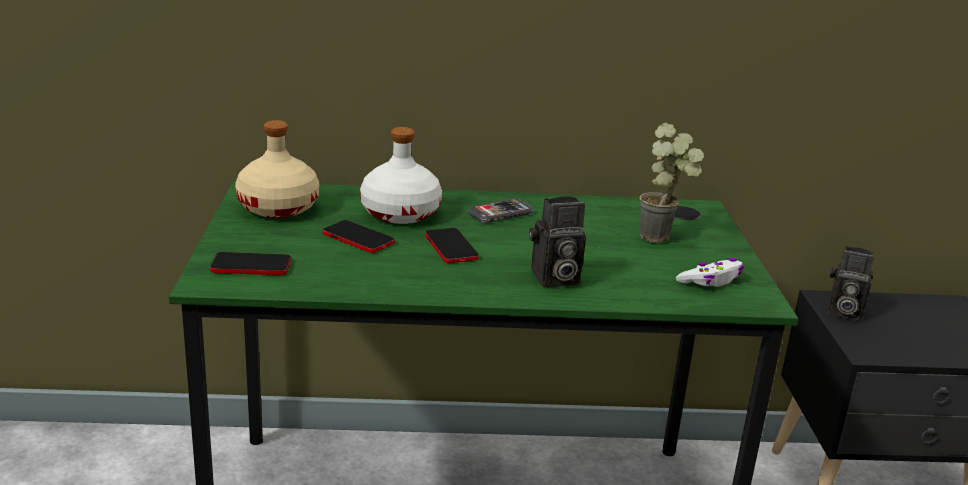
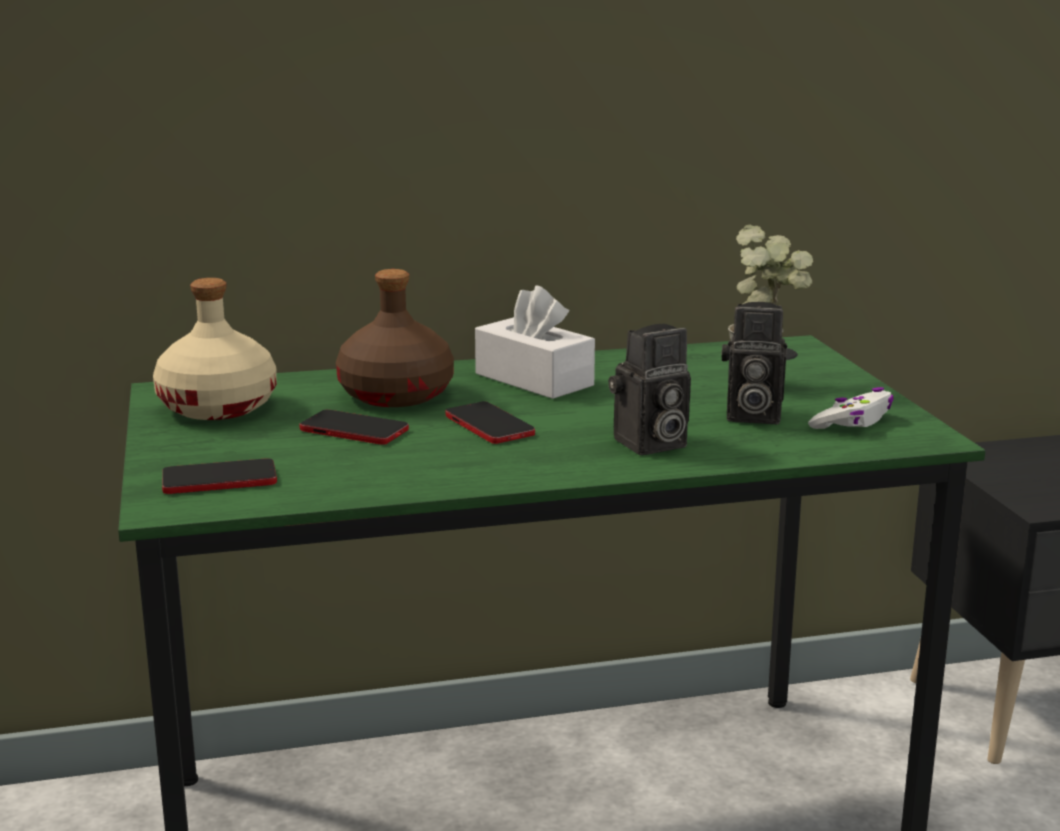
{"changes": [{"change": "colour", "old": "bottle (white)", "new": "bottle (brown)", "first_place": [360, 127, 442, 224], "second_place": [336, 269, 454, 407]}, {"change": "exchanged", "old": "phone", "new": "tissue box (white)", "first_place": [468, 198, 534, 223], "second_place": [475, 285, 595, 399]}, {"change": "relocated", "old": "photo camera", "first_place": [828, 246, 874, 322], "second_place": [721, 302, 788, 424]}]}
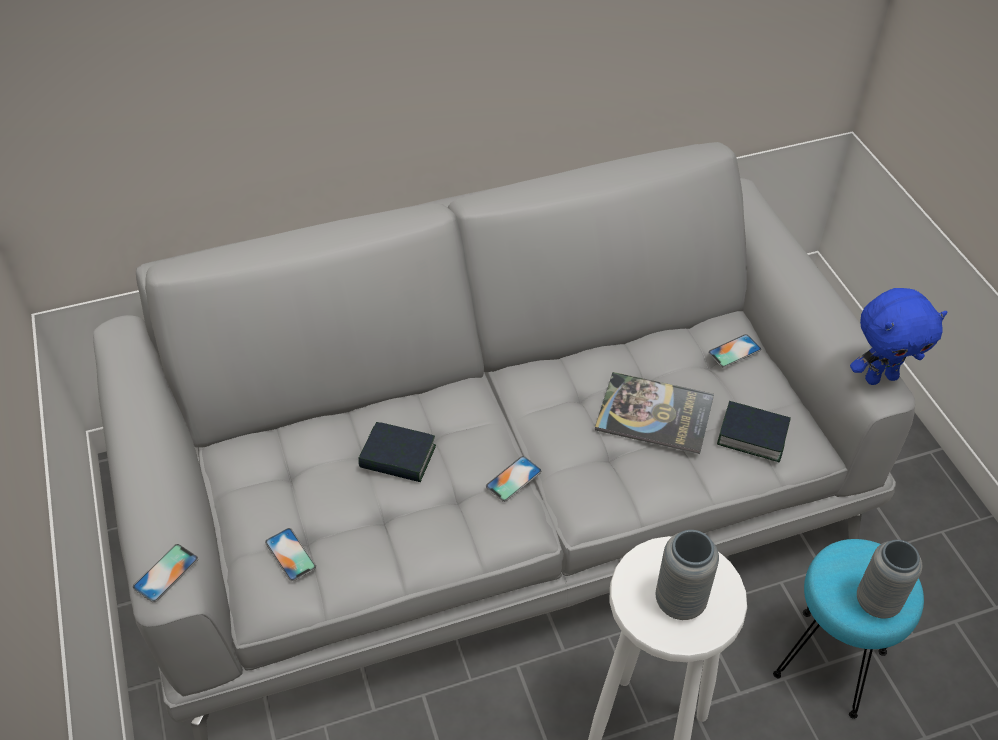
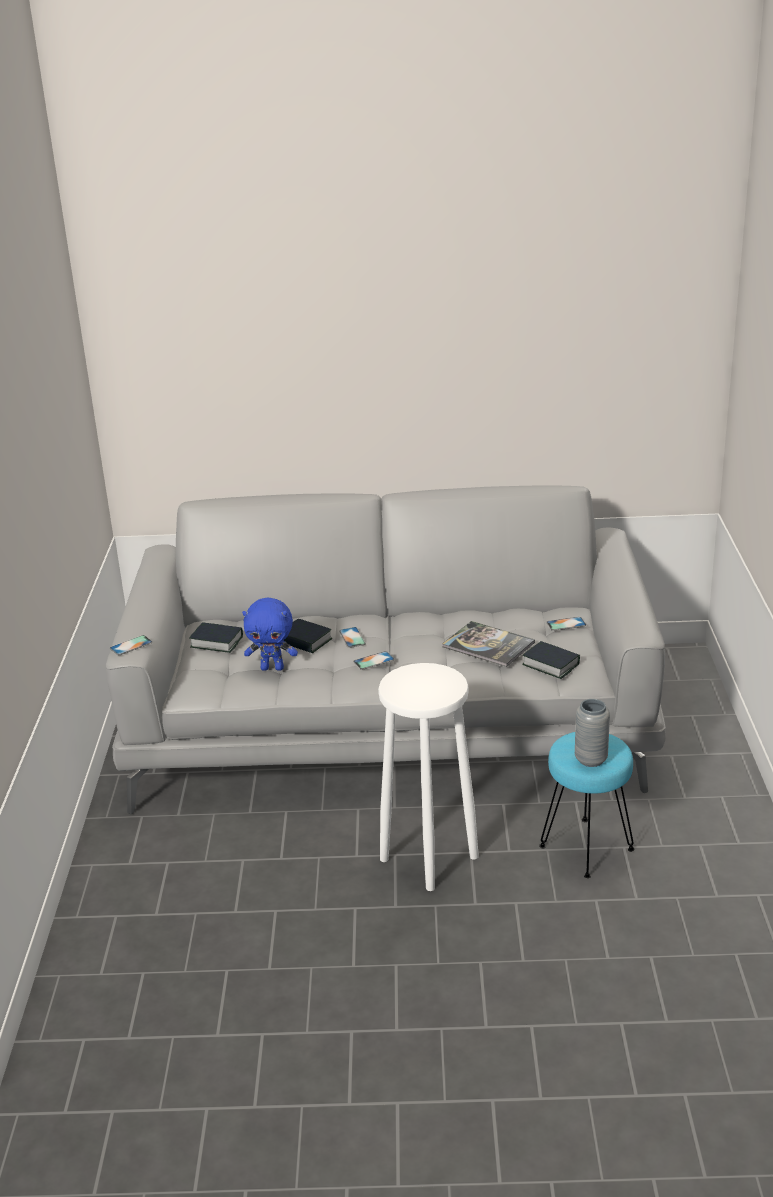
{"changes": [{"change": "appeared", "new": "book", "second_place": [189, 622, 243, 653]}, {"change": "relocated", "old": "plush toy (blue)", "first_place": [850, 288, 948, 385], "second_place": [242, 598, 298, 671]}, {"change": "relocated", "old": "phone", "first_place": [265, 528, 316, 581], "second_place": [339, 627, 366, 648]}, {"change": "missing", "old": "vase (grey)", "first_place": [655, 530, 719, 620]}]}
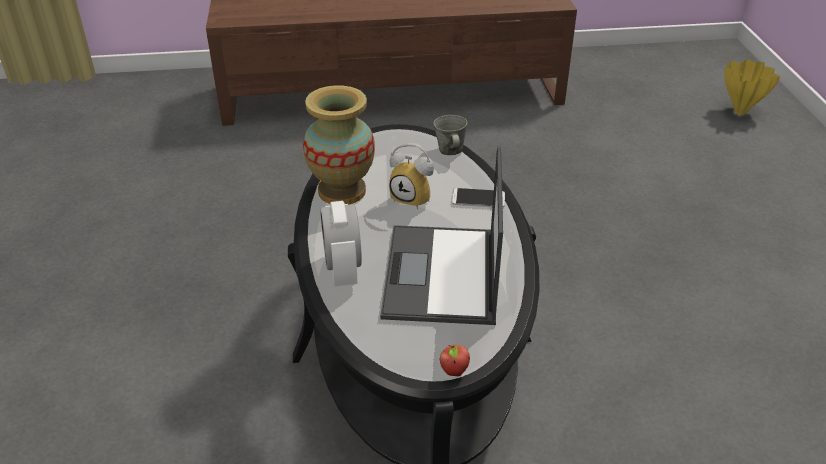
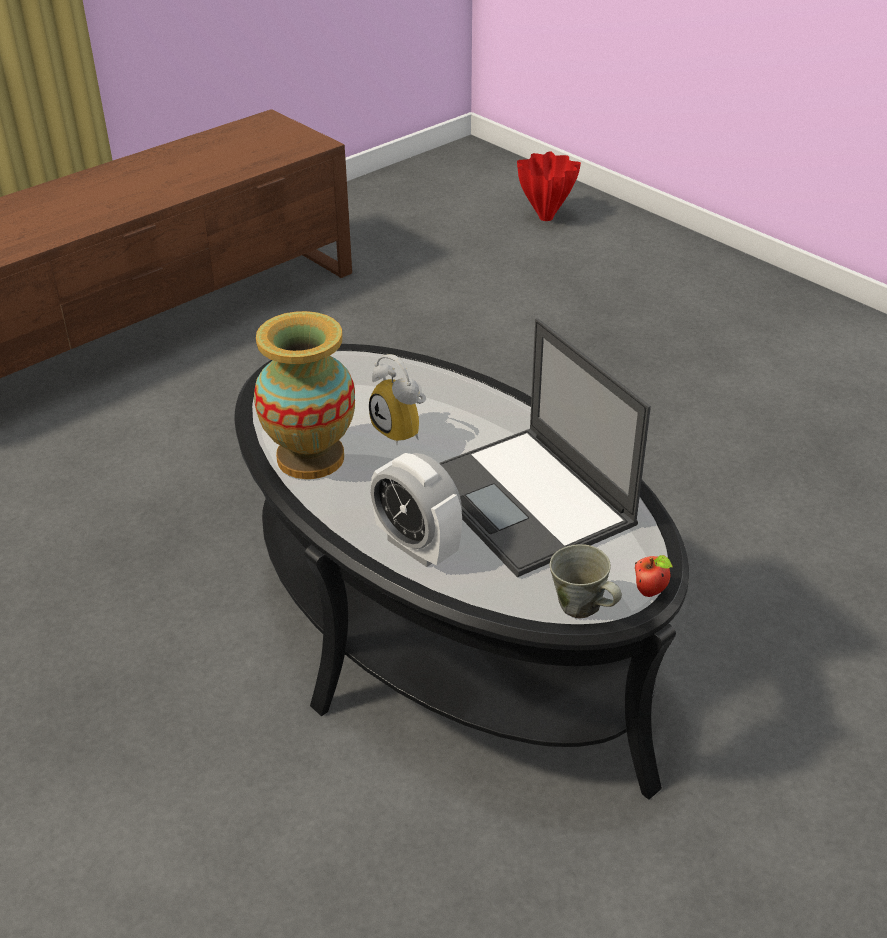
{"changes": [{"change": "spun", "old": "alarm clock", "first_place": [389, 143, 434, 209], "second_place": [369, 354, 426, 445], "degrees": 60}, {"change": "colour", "old": "vase (yellow)", "new": "vase (red)", "first_place": [724, 60, 780, 115], "second_place": [517, 151, 581, 221]}, {"change": "relocated", "old": "mug (grey)", "first_place": [433, 115, 467, 155], "second_place": [550, 544, 622, 618]}, {"change": "missing", "old": "phone", "first_place": [452, 188, 505, 207]}]}
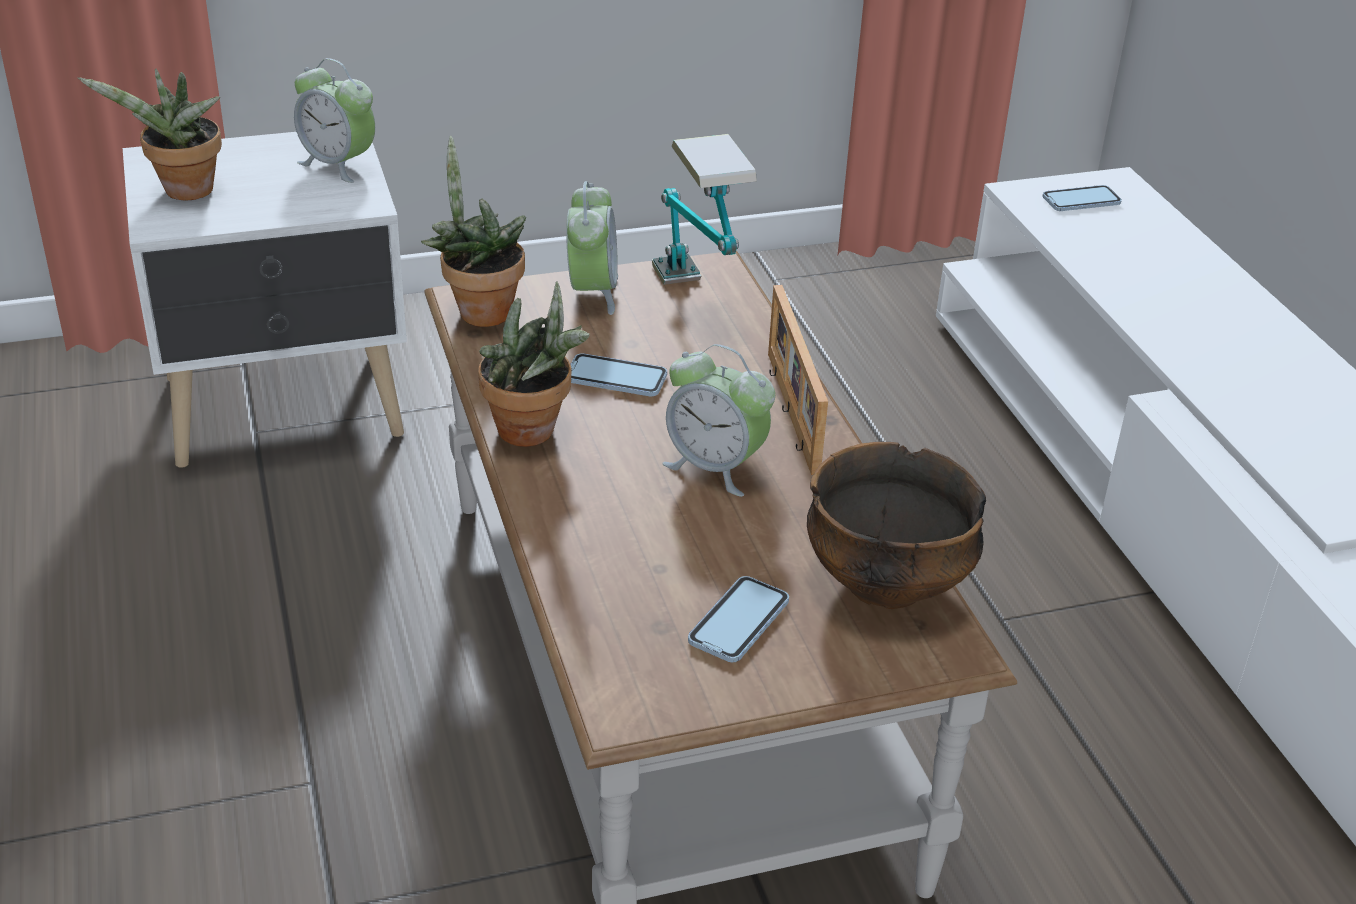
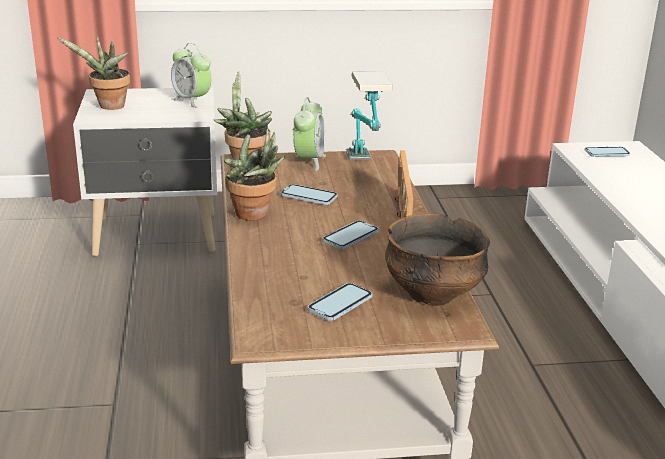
{"changes": [{"change": "exchanged", "old": "alarm clock", "new": "phone", "first_place": [662, 344, 775, 497], "second_place": [322, 220, 379, 249]}]}
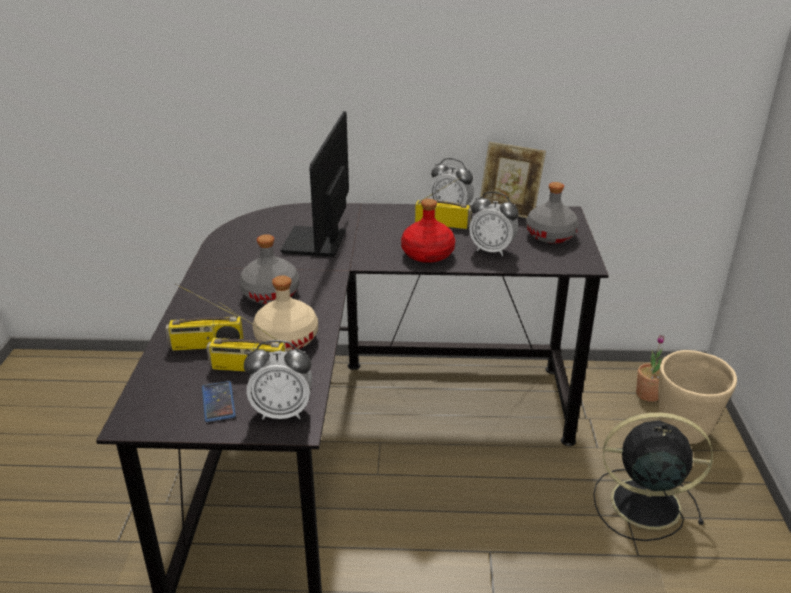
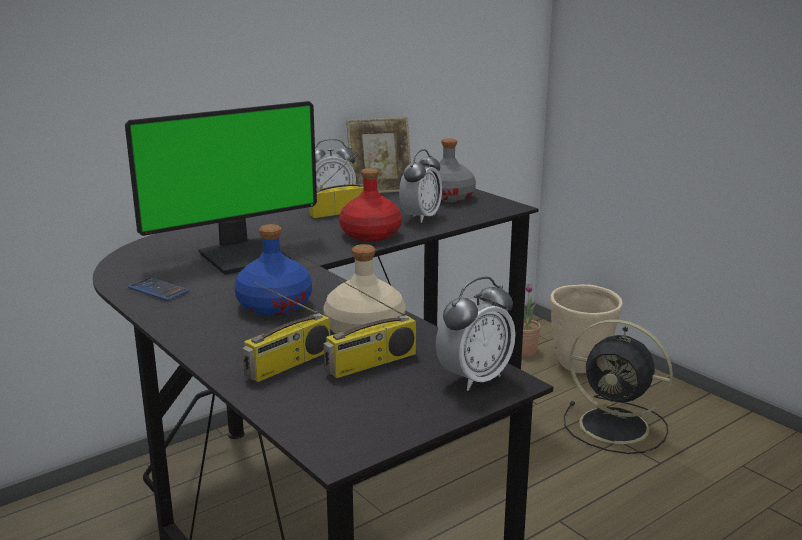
{"changes": [{"change": "spun", "old": "monitor", "first_place": [280, 111, 349, 257], "second_place": [125, 101, 317, 275], "degrees": -90}, {"change": "relocated", "old": "phone", "first_place": [202, 381, 236, 422], "second_place": [128, 277, 189, 301]}, {"change": "colour", "old": "bottle (grey)", "new": "bottle (blue)", "first_place": [239, 234, 299, 304], "second_place": [234, 224, 312, 315]}, {"change": "spun", "old": "alarm clock", "first_place": [469, 192, 519, 256], "second_place": [399, 149, 442, 223], "degrees": -45}, {"change": "spun", "old": "fan (black)", "first_place": [593, 412, 713, 541], "second_place": [564, 319, 673, 454], "degrees": -120}]}
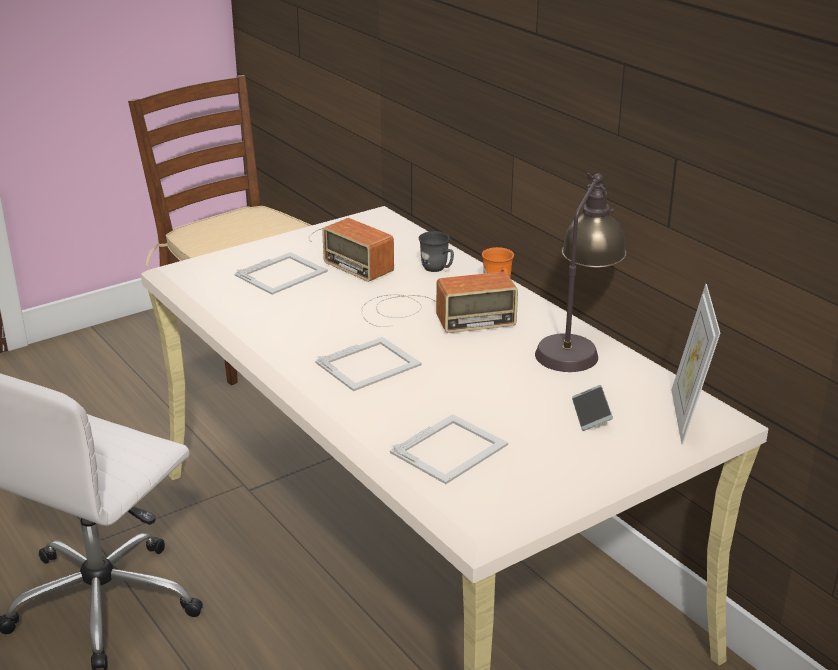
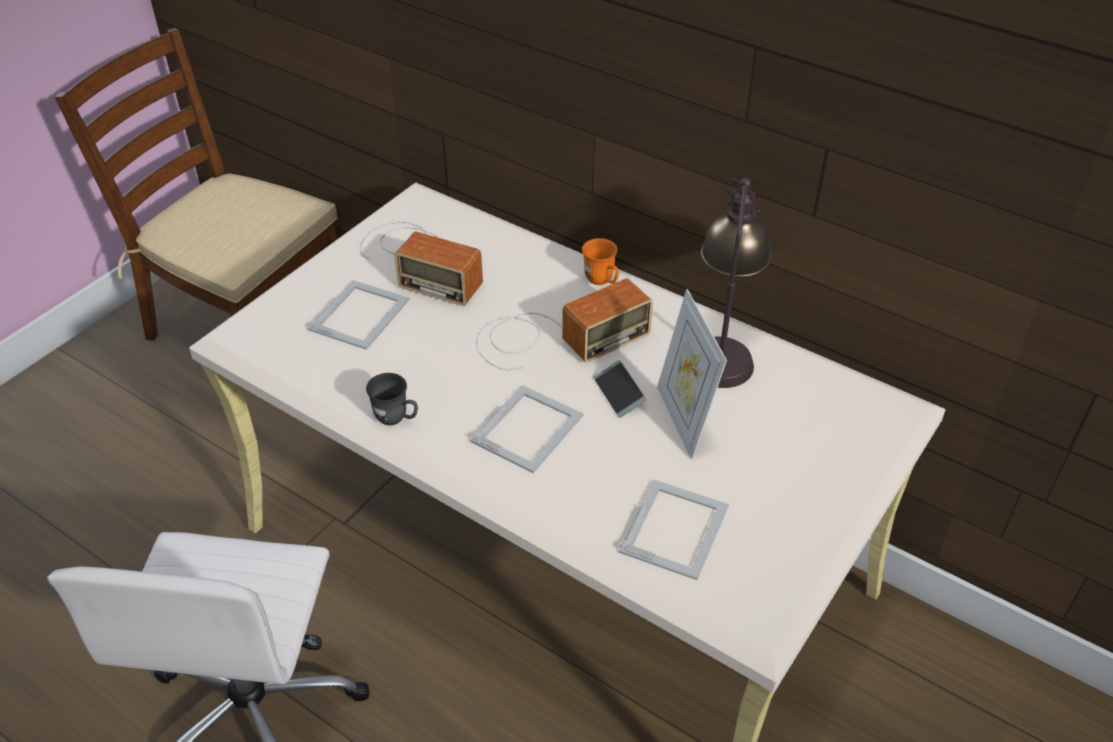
{"changes": [{"change": "relocated", "old": "mug (grey)", "first_place": [419, 231, 454, 272], "second_place": [366, 373, 418, 425]}, {"change": "relocated", "old": "phone", "first_place": [572, 385, 613, 431], "second_place": [594, 360, 646, 418]}, {"change": "relocated", "old": "picture frame", "first_place": [671, 284, 720, 445], "second_place": [657, 289, 727, 460]}]}
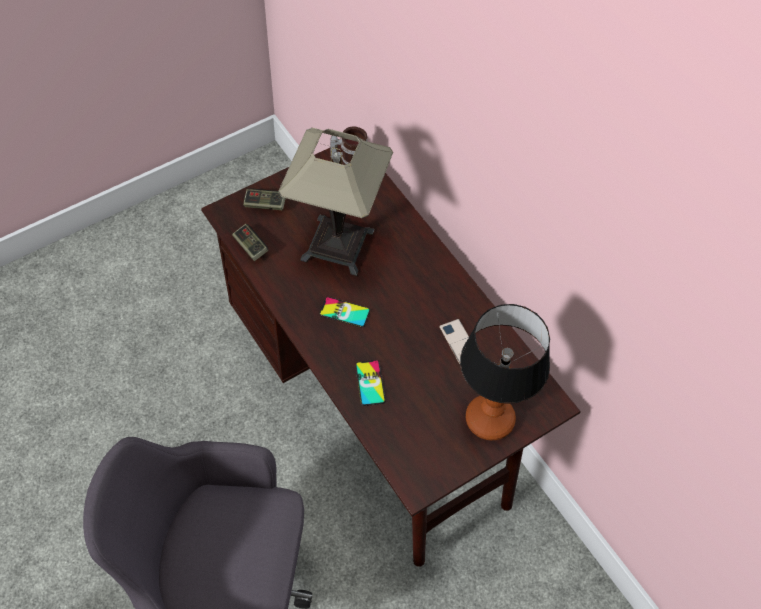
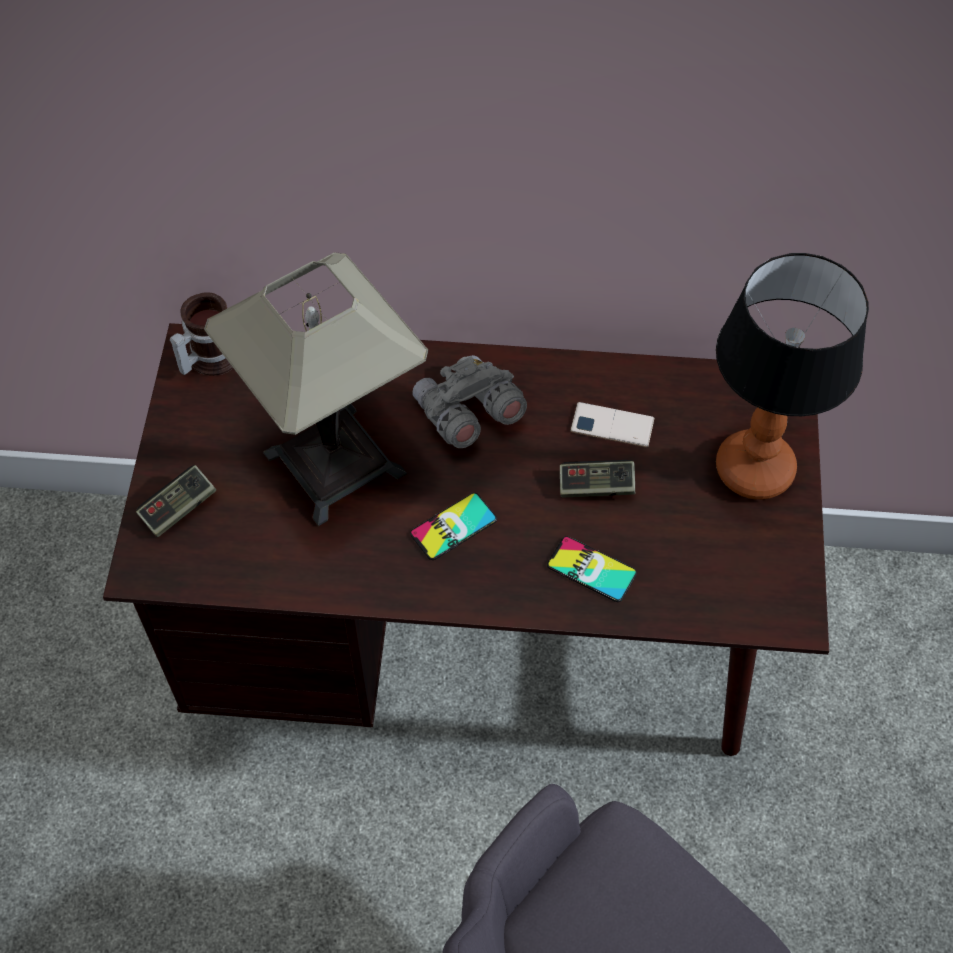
{"changes": [{"change": "appeared", "new": "binoculars (grey)", "second_place": [412, 355, 527, 448]}, {"change": "relocated", "old": "game controller", "first_place": [232, 224, 268, 261], "second_place": [560, 460, 635, 498]}]}
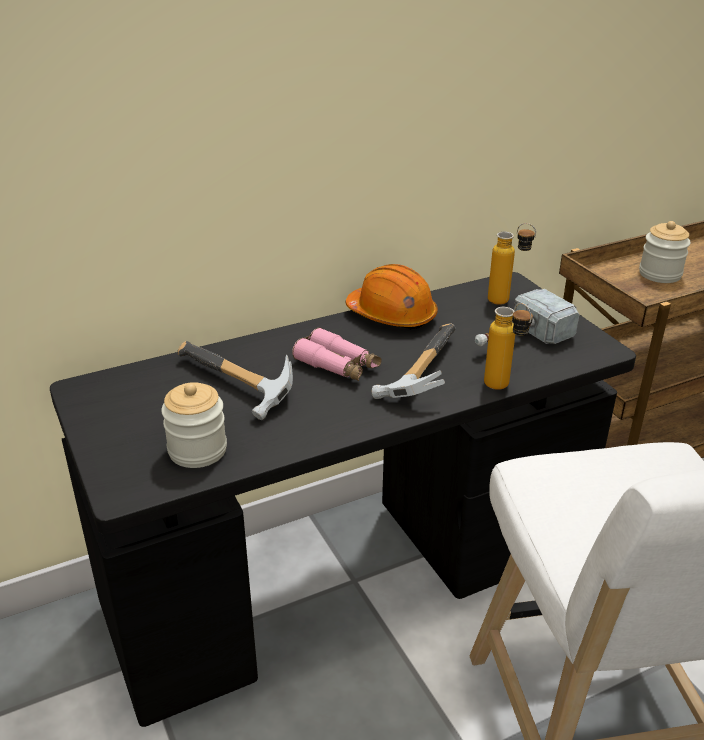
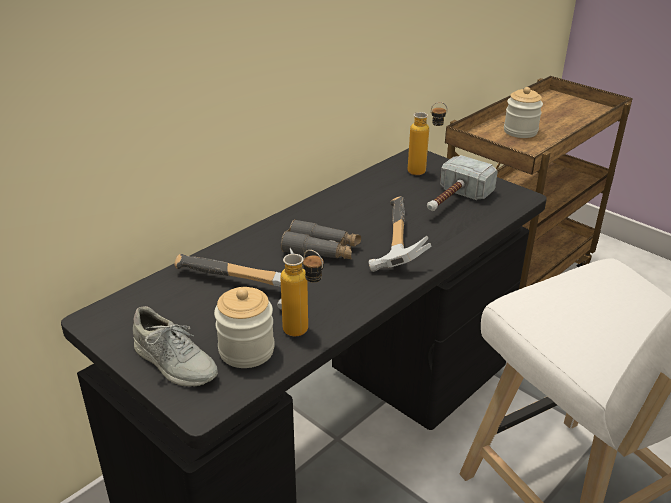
{"changes": [{"change": "appeared", "new": "shoe (grey)", "second_place": [133, 306, 218, 387]}, {"change": "relocated", "old": "bottle", "first_place": [484, 303, 533, 390], "second_place": [280, 250, 324, 336]}, {"change": "colour", "old": "binoculars (pink)", "new": "binoculars (grey)", "first_place": [292, 327, 382, 381], "second_place": [281, 219, 361, 259]}, {"change": "missing", "old": "hard hat (orange)", "first_place": [346, 264, 438, 330]}]}
